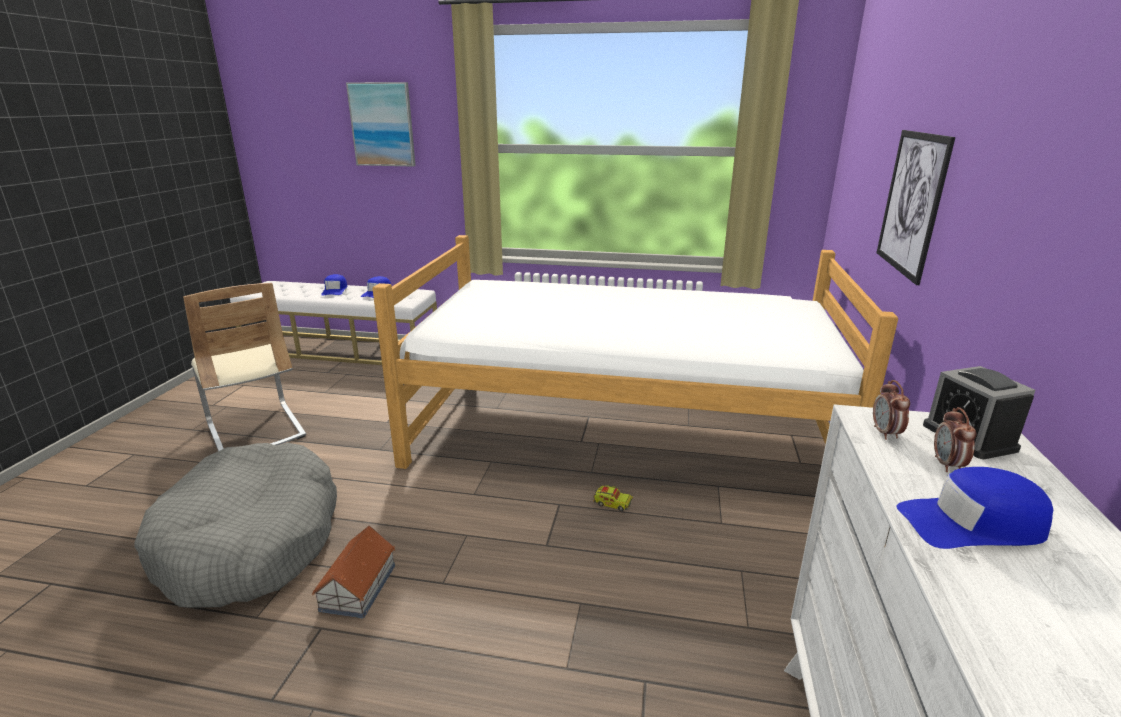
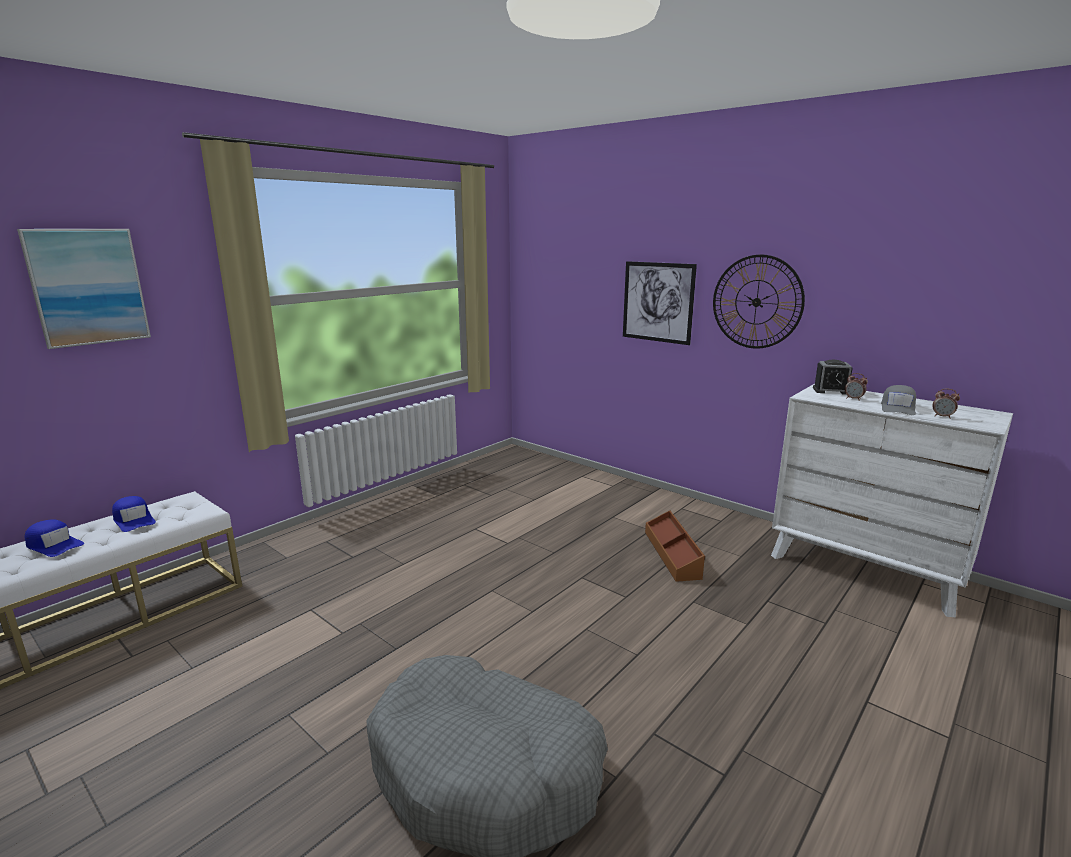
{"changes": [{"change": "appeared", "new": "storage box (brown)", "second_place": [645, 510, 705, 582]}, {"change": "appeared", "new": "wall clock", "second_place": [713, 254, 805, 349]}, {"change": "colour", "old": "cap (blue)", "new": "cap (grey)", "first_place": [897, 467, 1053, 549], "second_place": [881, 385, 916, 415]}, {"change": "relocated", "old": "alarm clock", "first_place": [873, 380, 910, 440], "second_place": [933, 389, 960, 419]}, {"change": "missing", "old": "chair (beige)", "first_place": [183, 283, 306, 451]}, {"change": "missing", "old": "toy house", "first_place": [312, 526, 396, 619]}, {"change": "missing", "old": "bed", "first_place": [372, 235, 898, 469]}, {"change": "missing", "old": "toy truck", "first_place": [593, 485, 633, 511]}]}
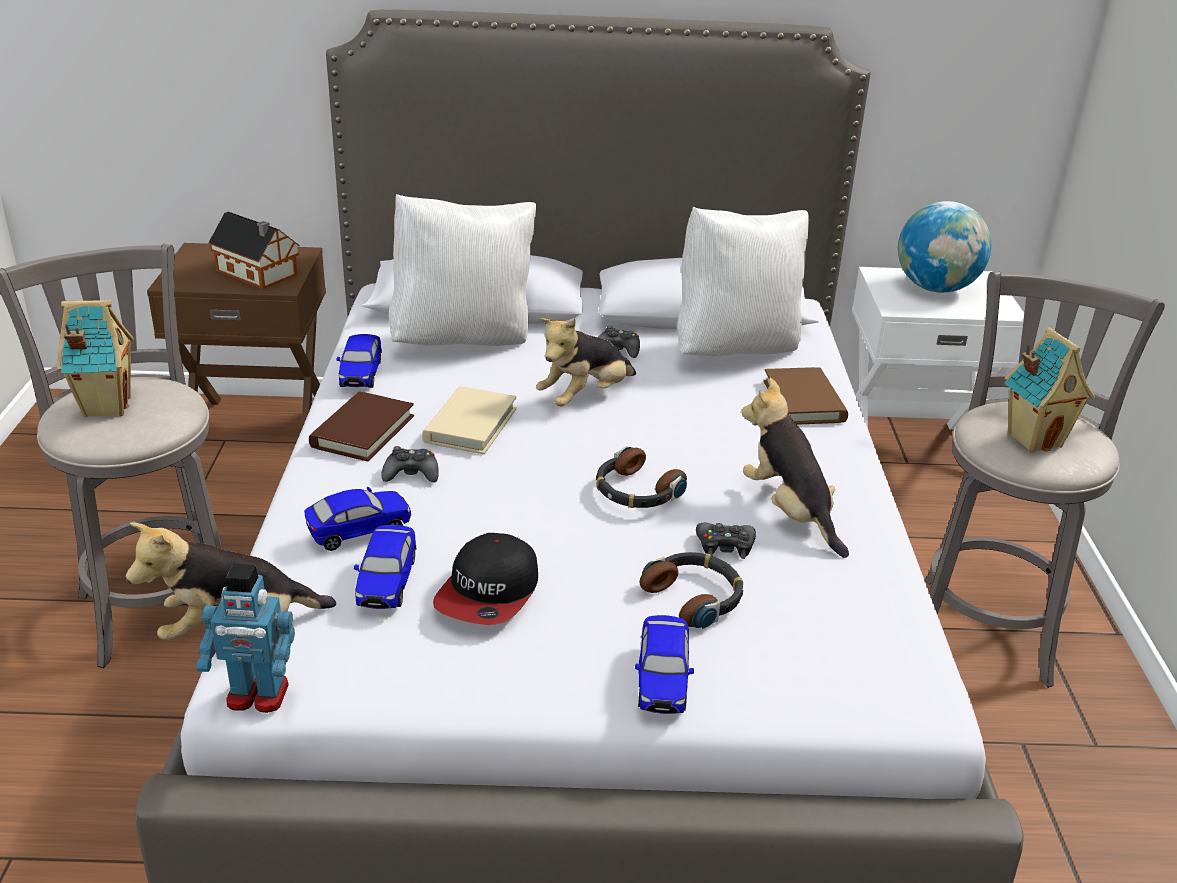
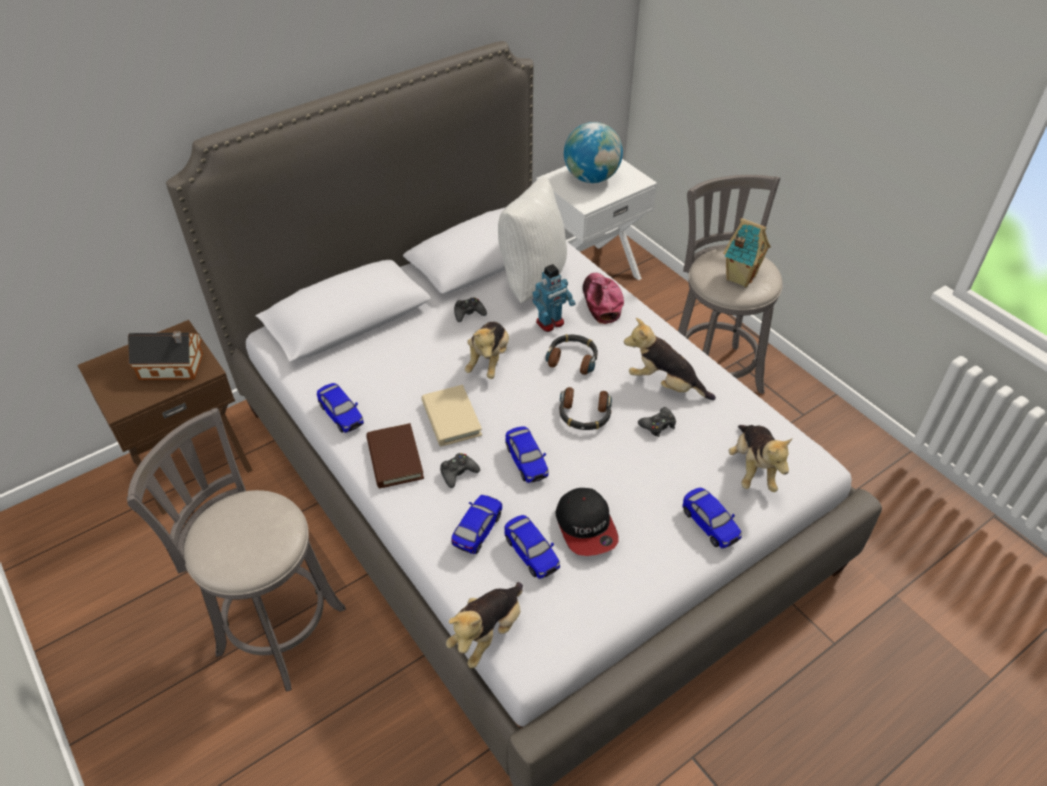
{"changes": [{"change": "appeared", "new": "toy car", "second_place": [505, 426, 548, 483]}, {"change": "relocated", "old": "toy robot", "first_place": [196, 564, 295, 713], "second_place": [532, 264, 576, 332]}, {"change": "relocated", "old": "headphones", "first_place": [639, 552, 743, 629], "second_place": [545, 334, 598, 375]}, {"change": "exchanged", "old": "book (brown)", "new": "cap", "first_place": [763, 367, 848, 425], "second_place": [583, 273, 624, 324]}, {"change": "appeared", "new": "plush toy", "second_place": [729, 425, 792, 492]}, {"change": "missing", "old": "toy house", "first_place": [57, 300, 134, 417]}, {"change": "missing", "old": "pillow (white)", "first_place": [389, 194, 536, 346]}]}
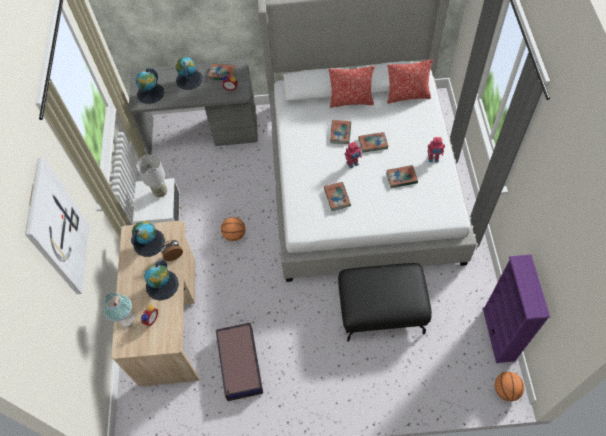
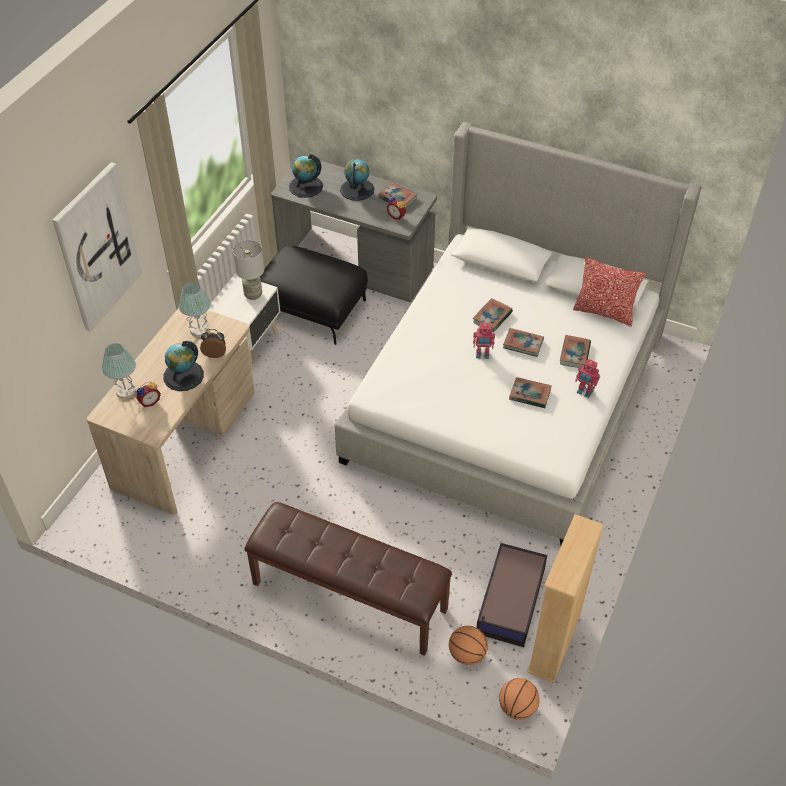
{"changes": [{"change": "exchanged", "old": "globe", "new": "table lamp", "first_place": [131, 221, 165, 257], "second_place": [179, 282, 211, 337]}, {"change": "appeared", "new": "bench (brown)", "second_place": [244, 502, 452, 656]}, {"change": "relocated", "old": "ottoman (black)", "first_place": [338, 263, 432, 342], "second_place": [260, 245, 368, 345]}, {"change": "relocated", "old": "basketball", "first_place": [221, 217, 246, 241], "second_place": [449, 626, 488, 665]}, {"change": "relocated", "old": "storage box", "first_place": [216, 323, 263, 401], "second_place": [476, 543, 547, 647]}, {"change": "colour", "old": "bookcase (purple)", "new": "bookcase (beige)", "first_place": [483, 254, 550, 363], "second_place": [527, 514, 604, 683]}, {"change": "relocated", "old": "book", "first_place": [324, 182, 351, 211], "second_place": [560, 335, 591, 368]}, {"change": "missing", "old": "pillow", "first_place": [329, 66, 375, 108]}]}
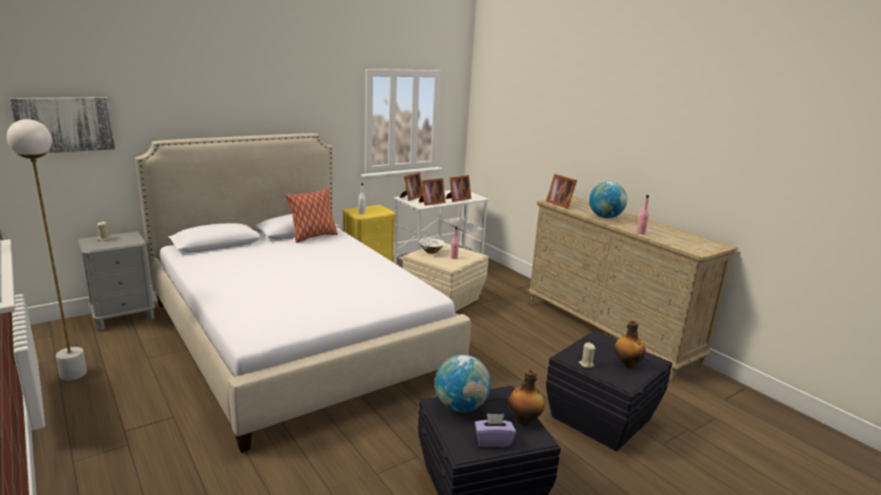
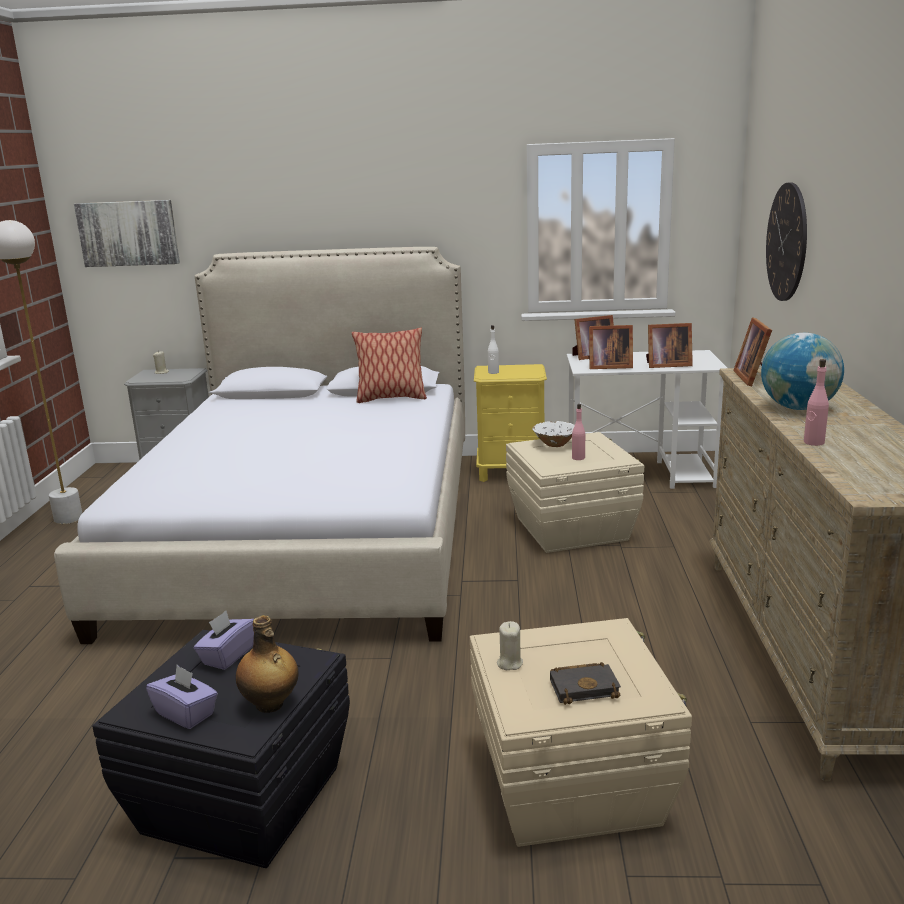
{"changes": [{"change": "exchanged", "old": "globe", "new": "tissue box (purple)", "first_place": [435, 355, 491, 412], "second_place": [194, 611, 254, 670]}, {"change": "colour", "old": "storage box (black)", "new": "storage box (beige)", "first_place": [546, 331, 672, 452], "second_place": [470, 618, 692, 847]}, {"change": "exchanged", "old": "bottle", "new": "book (black)", "first_place": [614, 320, 646, 368], "second_place": [550, 662, 621, 705]}, {"change": "appeared", "new": "wall clock", "second_place": [766, 182, 807, 301]}]}
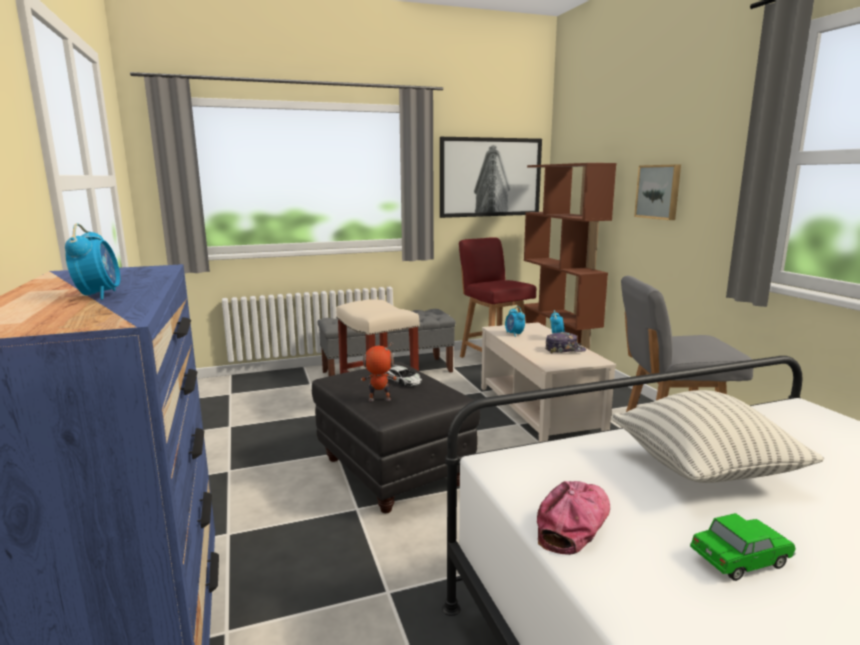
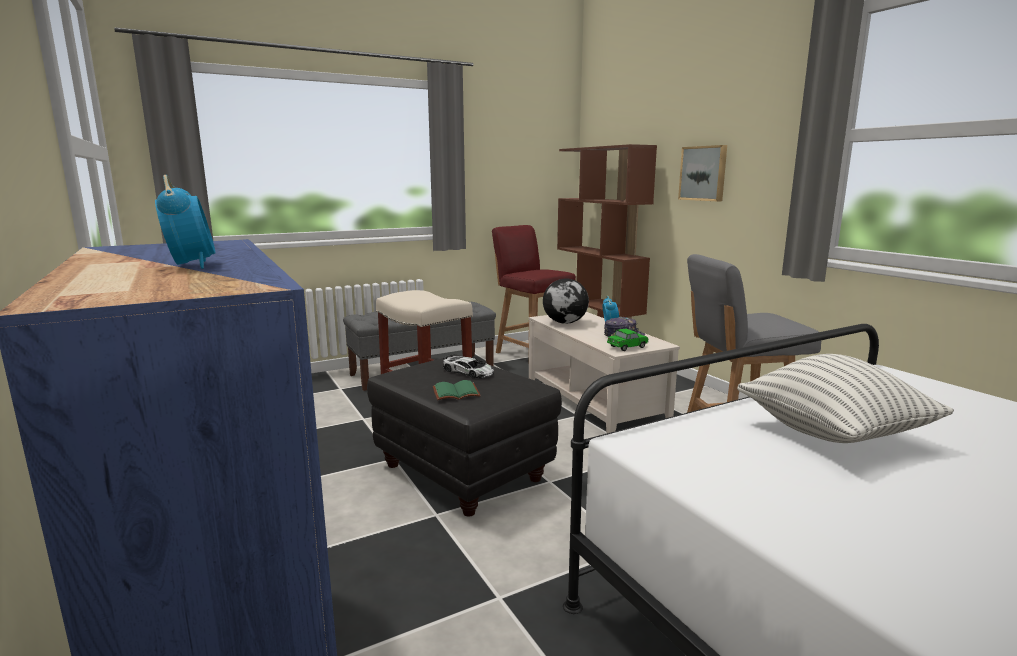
{"changes": [{"change": "exchanged", "old": "toy robot", "new": "book (green)", "first_place": [361, 343, 397, 401], "second_place": [433, 380, 481, 400]}, {"change": "exchanged", "old": "alarm clock", "new": "globe", "first_place": [505, 306, 525, 337], "second_place": [543, 279, 589, 324]}, {"change": "relocated", "old": "toy car", "first_place": [690, 513, 796, 581], "second_place": [607, 328, 649, 351]}, {"change": "missing", "old": "picture", "first_place": [440, 137, 542, 218]}, {"change": "missing", "old": "cap", "first_place": [537, 481, 610, 555]}]}
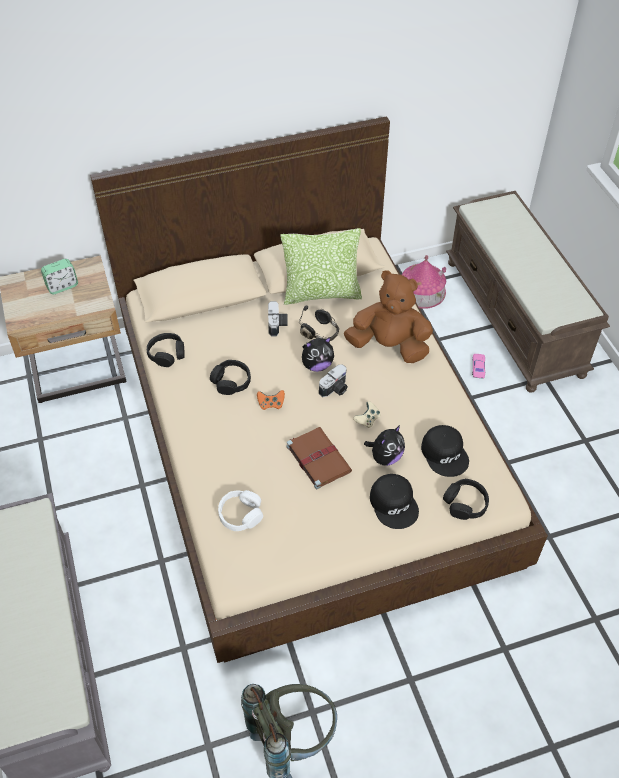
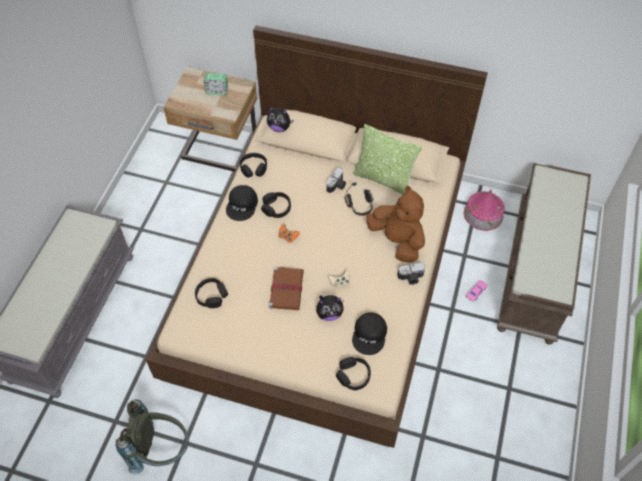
{"changes": [{"change": "colour", "old": "headphones (white)", "new": "headphones (black)", "first_place": [218, 490, 263, 531], "second_place": [195, 278, 228, 308]}, {"change": "relocated", "old": "cap (black)", "first_place": [370, 474, 419, 529], "second_place": [226, 185, 258, 221]}, {"change": "relocated", "old": "plush toy", "first_place": [302, 337, 334, 372], "second_place": [267, 107, 294, 132]}, {"change": "relocated", "old": "photo camera", "first_place": [319, 364, 348, 397], "second_place": [397, 263, 425, 285]}]}
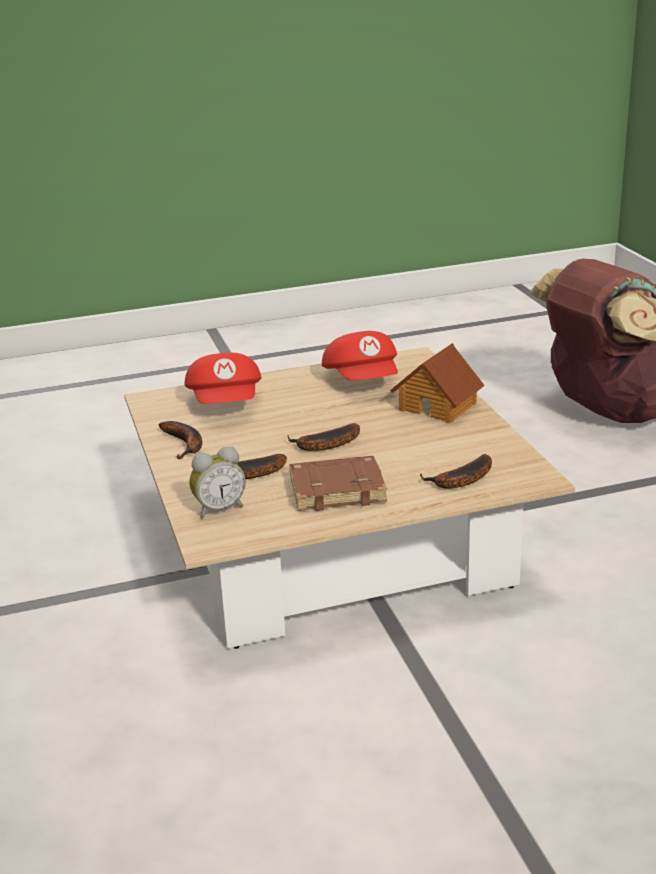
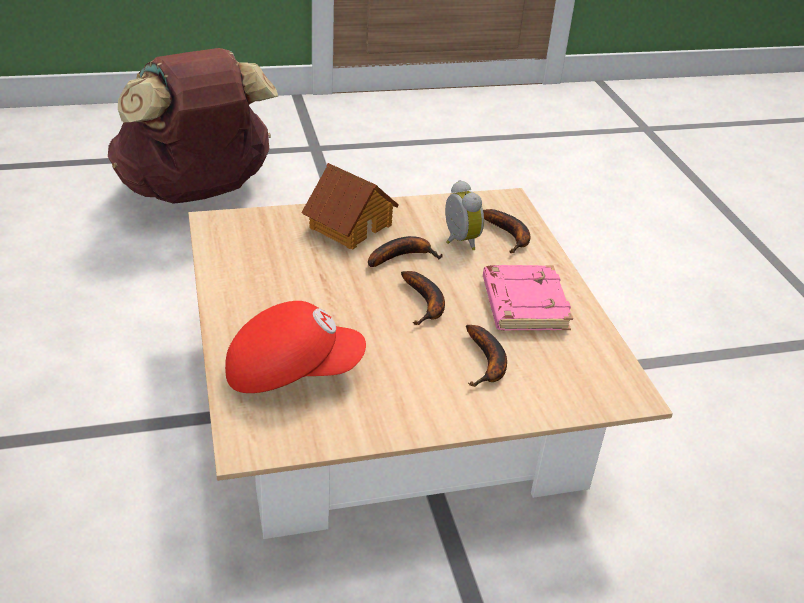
{"changes": [{"change": "relocated", "old": "banana", "first_place": [158, 421, 202, 459], "second_place": [368, 236, 443, 267]}, {"change": "relocated", "old": "alarm clock", "first_place": [189, 446, 246, 519], "second_place": [445, 180, 484, 250]}, {"change": "colour", "old": "book (brown)", "new": "book (pink)", "first_place": [290, 456, 387, 511], "second_place": [483, 265, 573, 331]}, {"change": "missing", "old": "cap (red)", "first_place": [322, 331, 398, 380]}]}
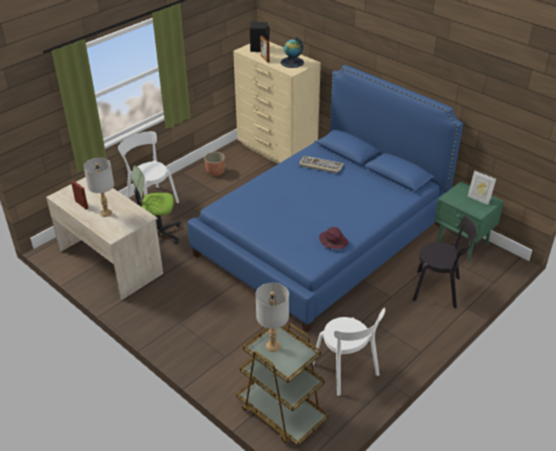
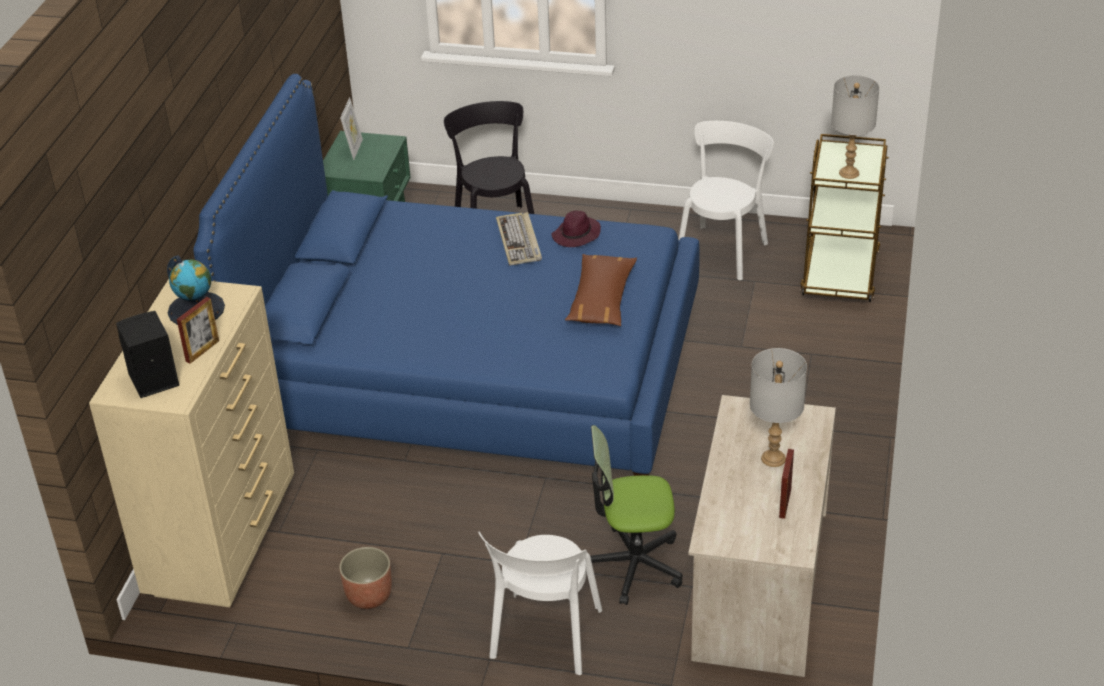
{"changes": [{"change": "relocated", "old": "keyboard", "first_place": [299, 156, 344, 173], "second_place": [496, 212, 542, 266]}, {"change": "appeared", "new": "pillow (brown)", "second_place": [565, 254, 637, 326]}, {"change": "spun", "old": "office chair", "first_place": [131, 166, 181, 244], "second_place": [590, 425, 682, 605], "degrees": 120}]}
